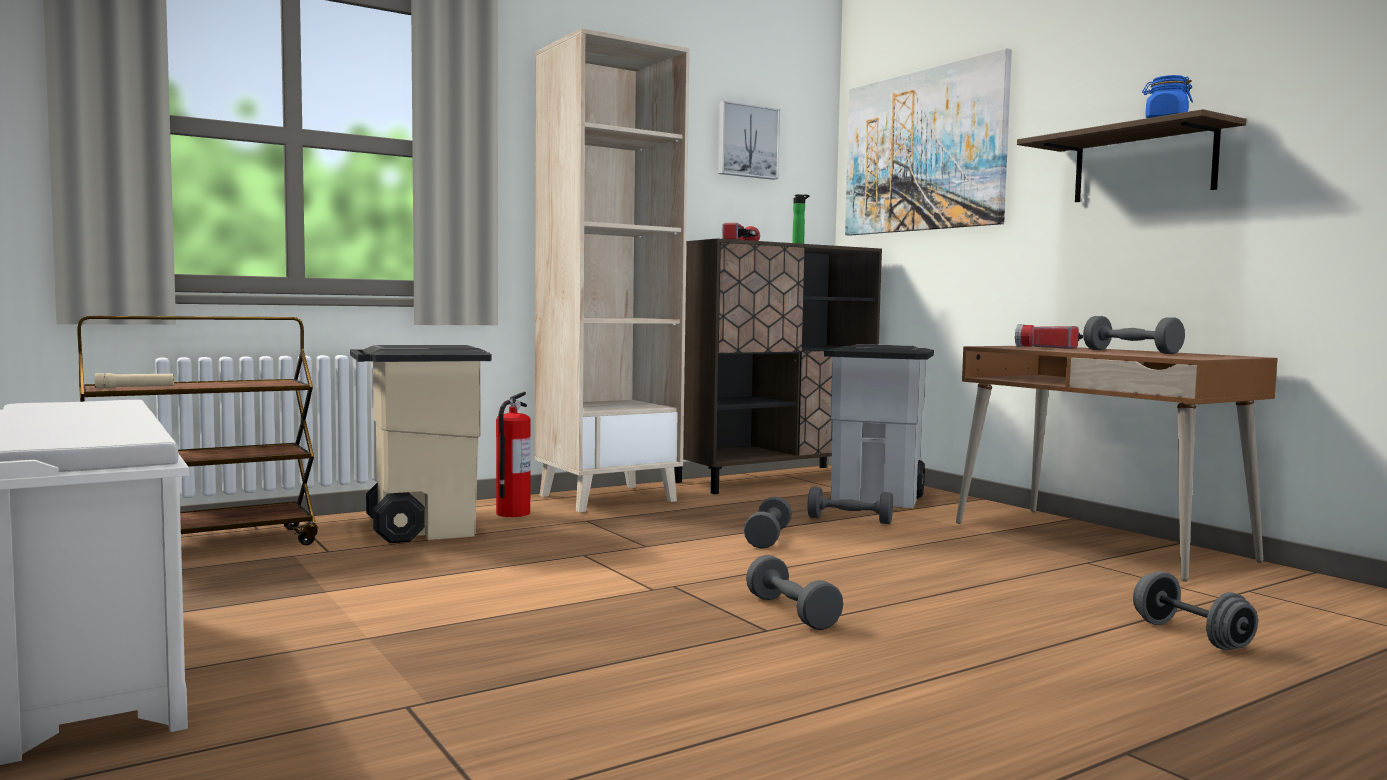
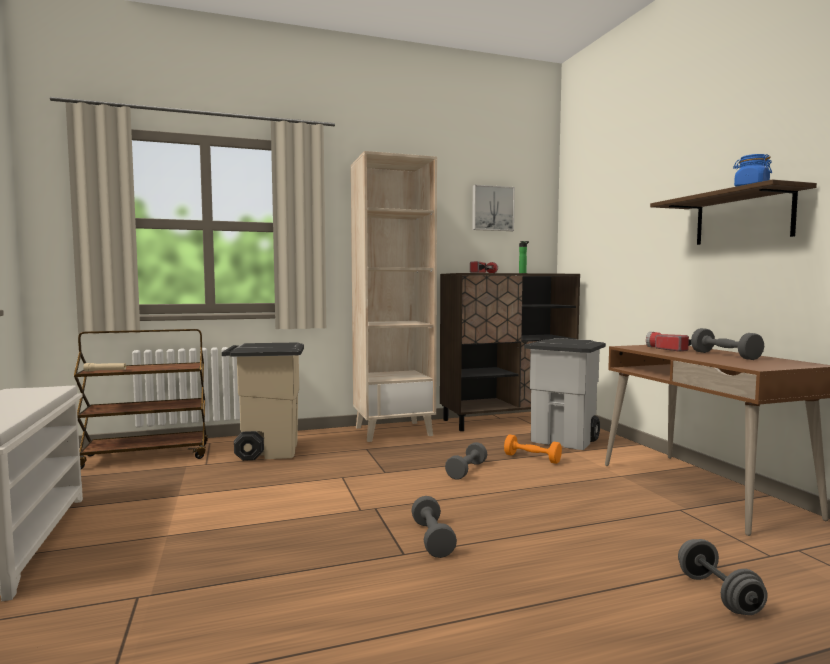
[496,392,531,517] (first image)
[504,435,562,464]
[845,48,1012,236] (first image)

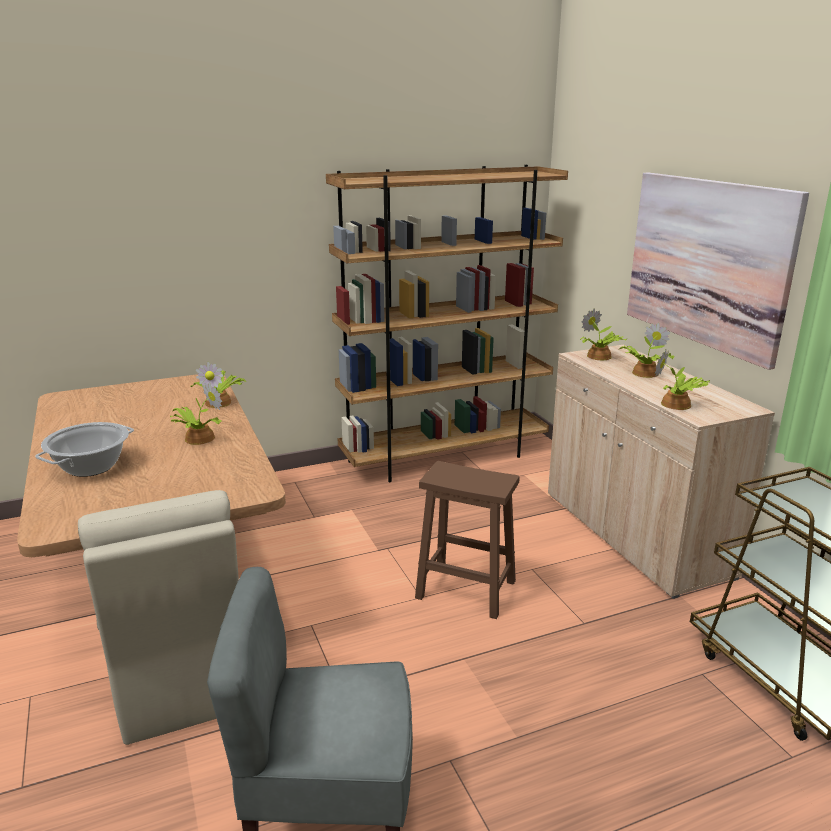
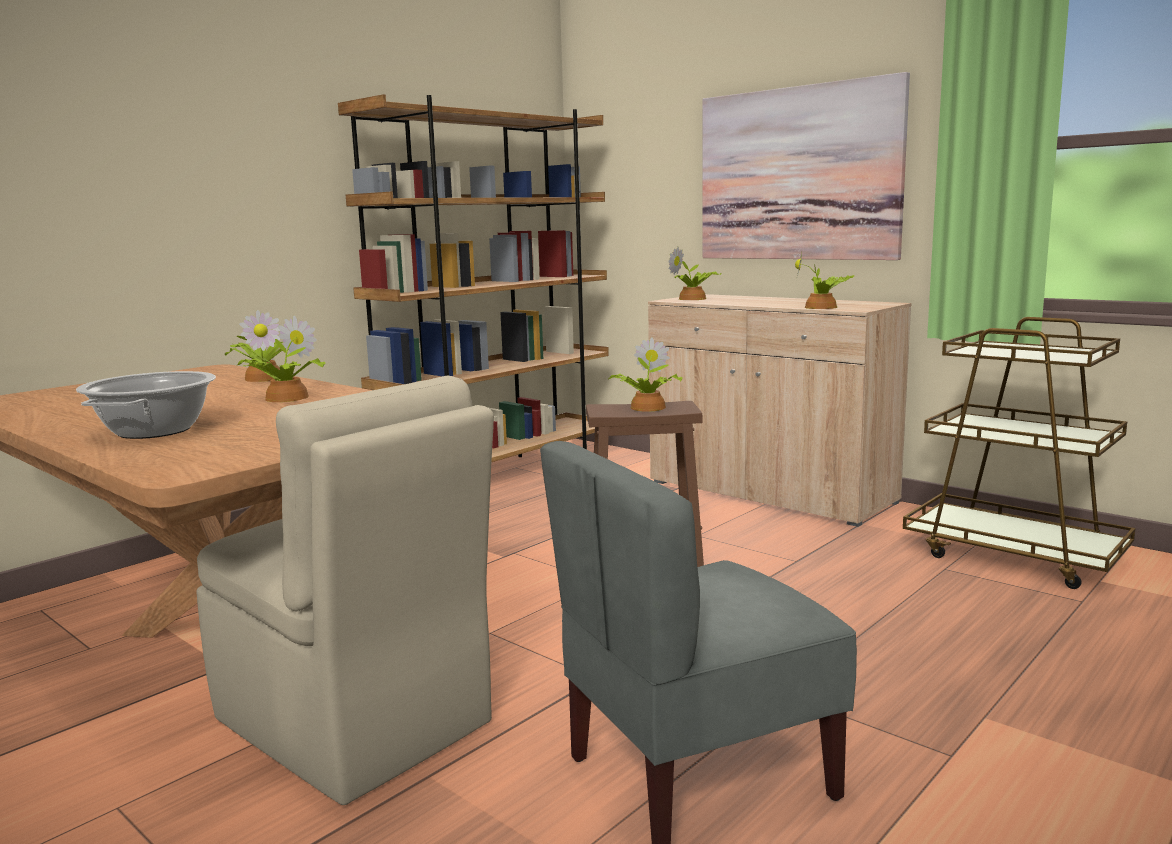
[609,337,682,411]

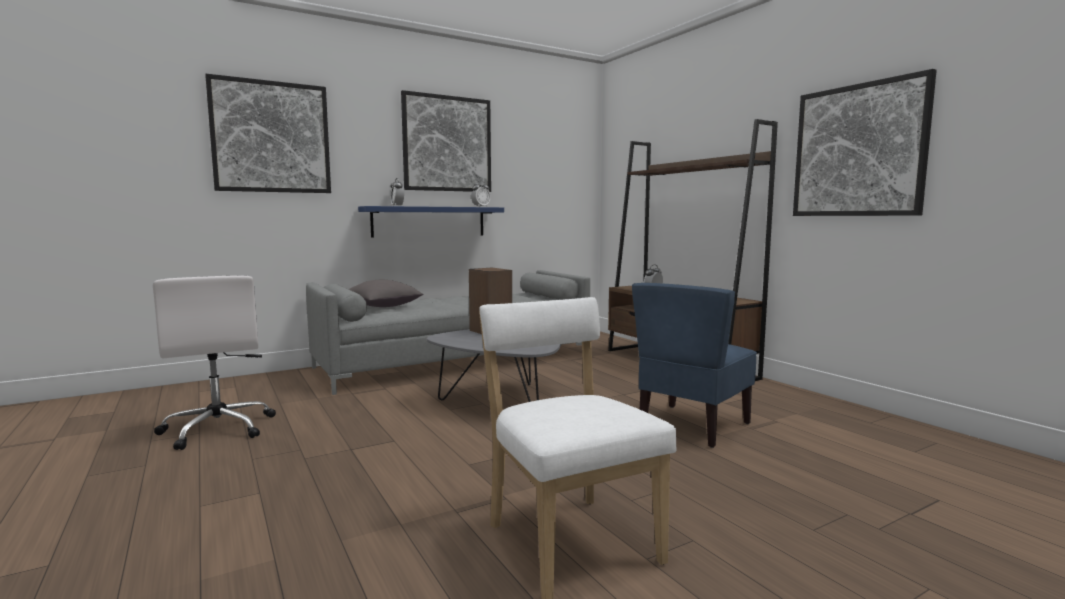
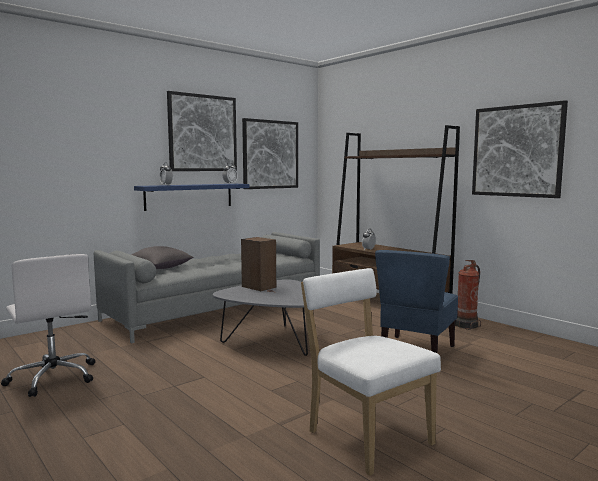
[242,118,298,189]
[455,260,481,330]

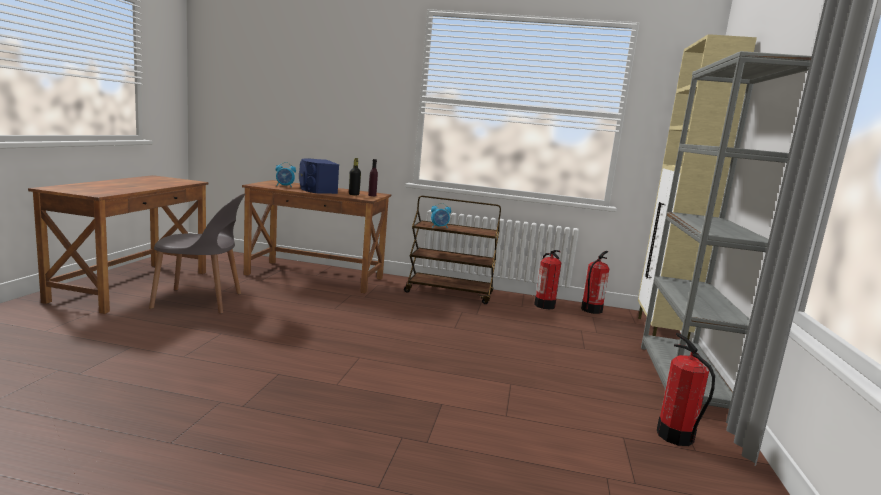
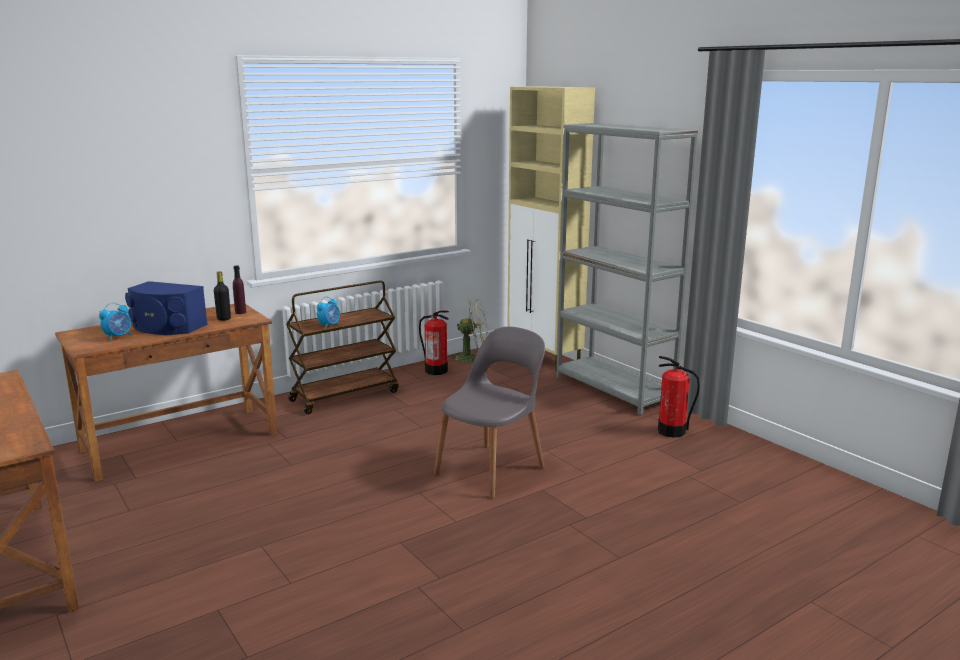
[434,327,545,498]
[448,299,488,363]

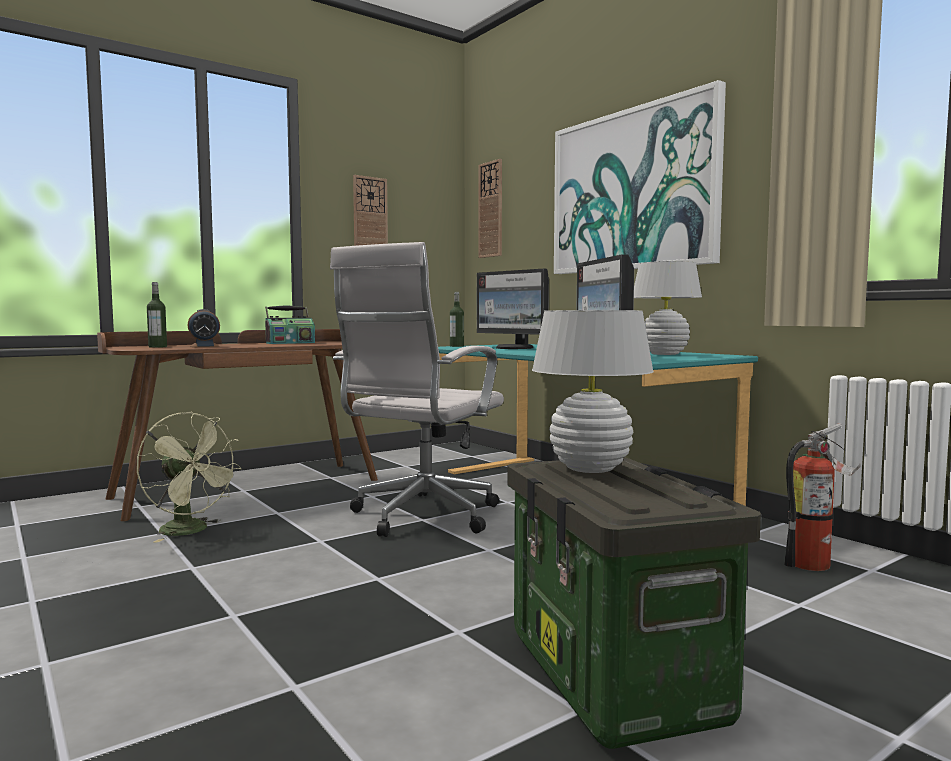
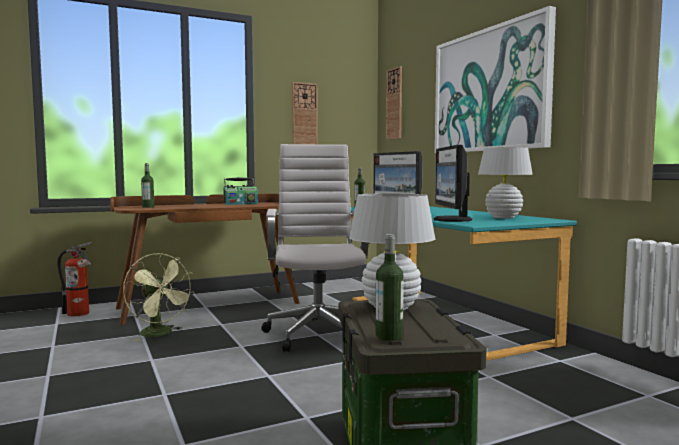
[187,309,220,347] (first image)
[261,144,369,352]
[57,242,92,317]
[376,234,403,341]

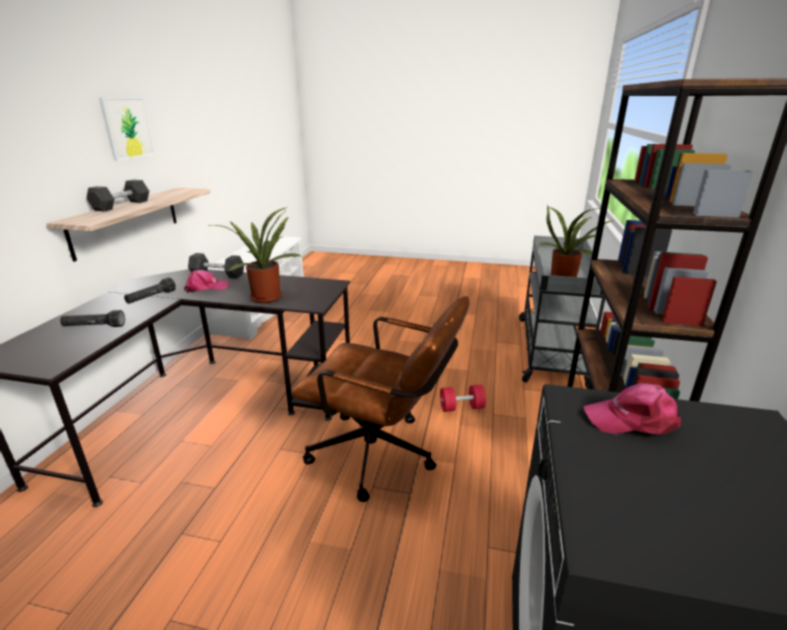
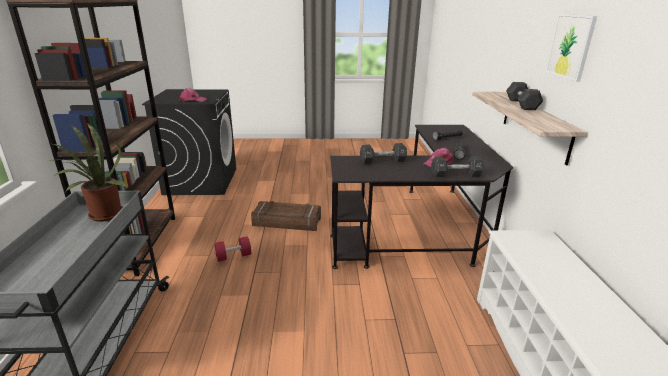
[360,143,407,164]
[251,201,321,231]

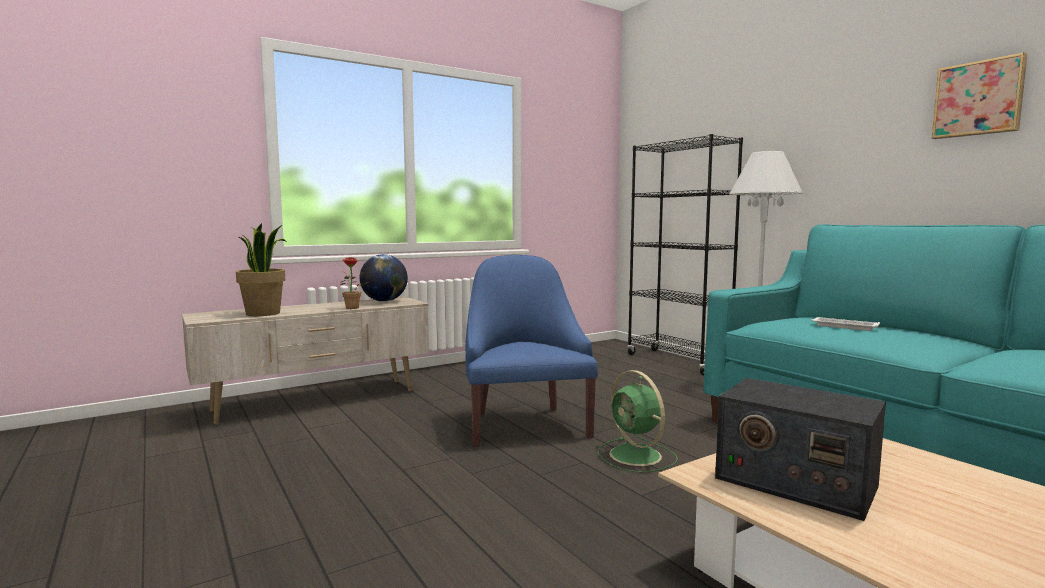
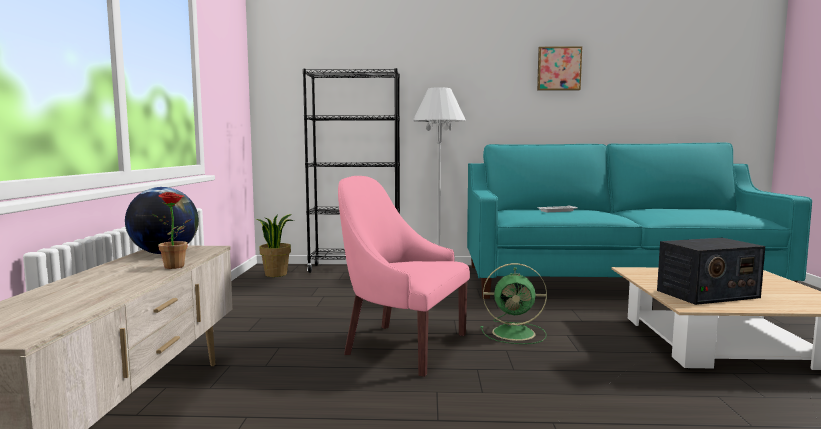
[256,214,294,277]
[338,176,470,377]

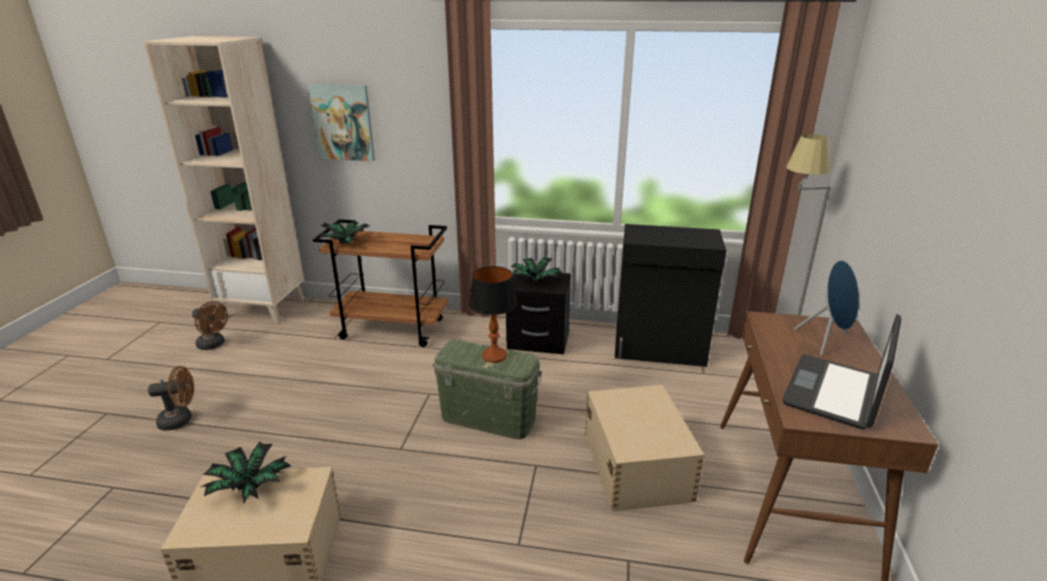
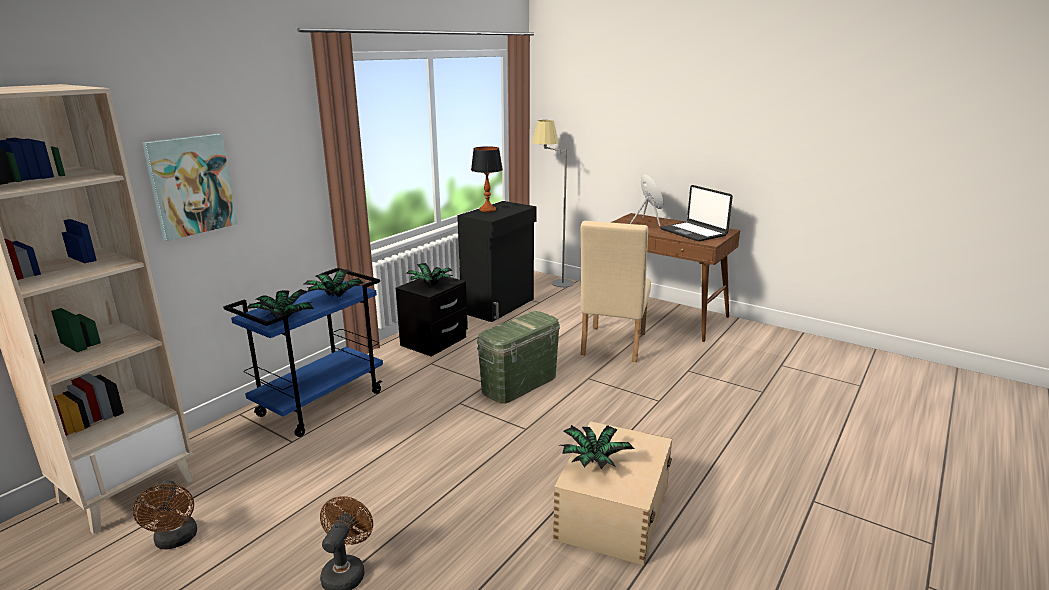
[133,480,197,549]
[223,268,383,437]
[471,146,503,212]
[580,221,651,362]
[303,269,364,297]

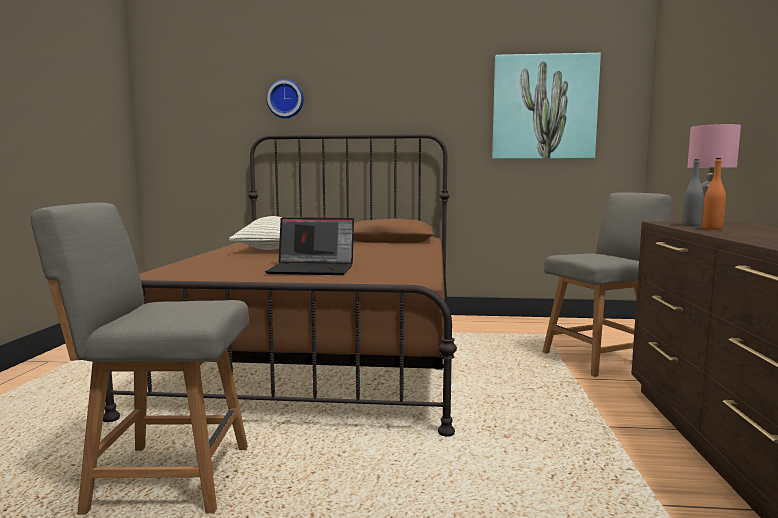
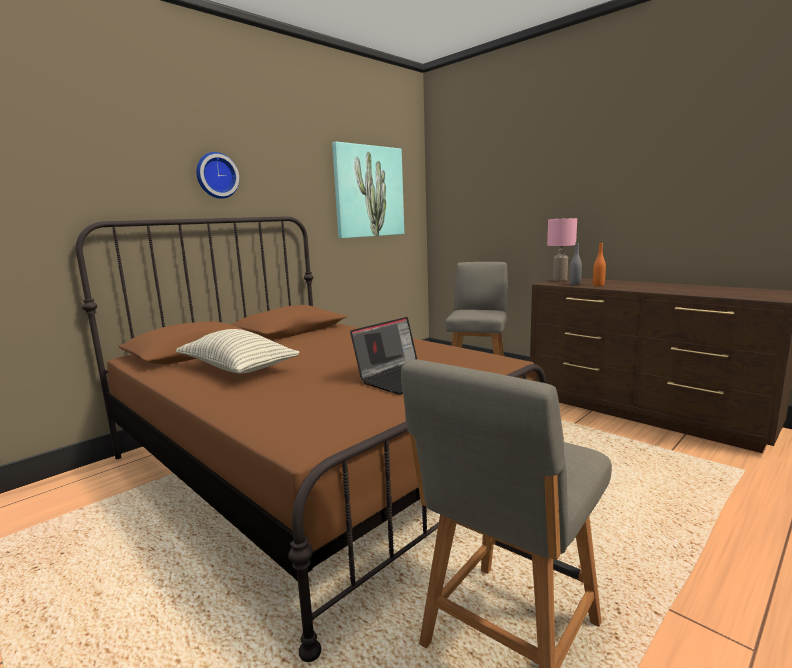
[196,152,239,199]

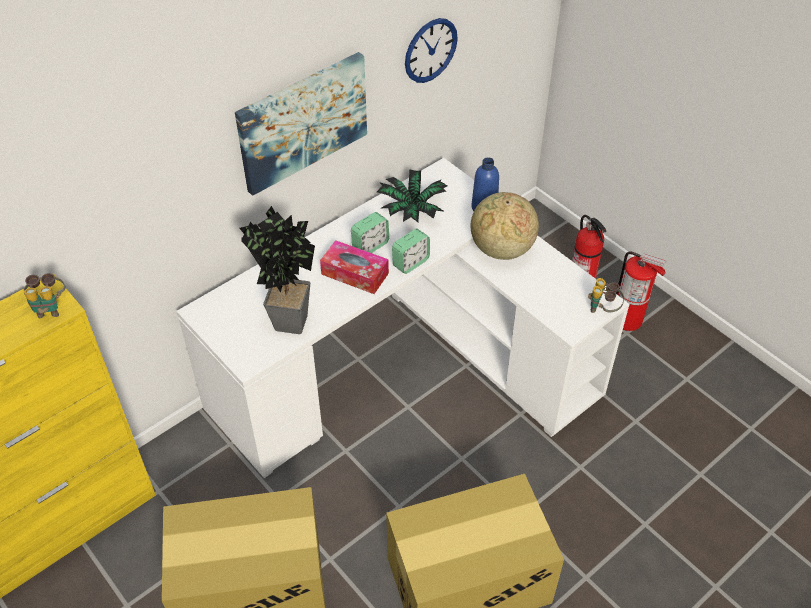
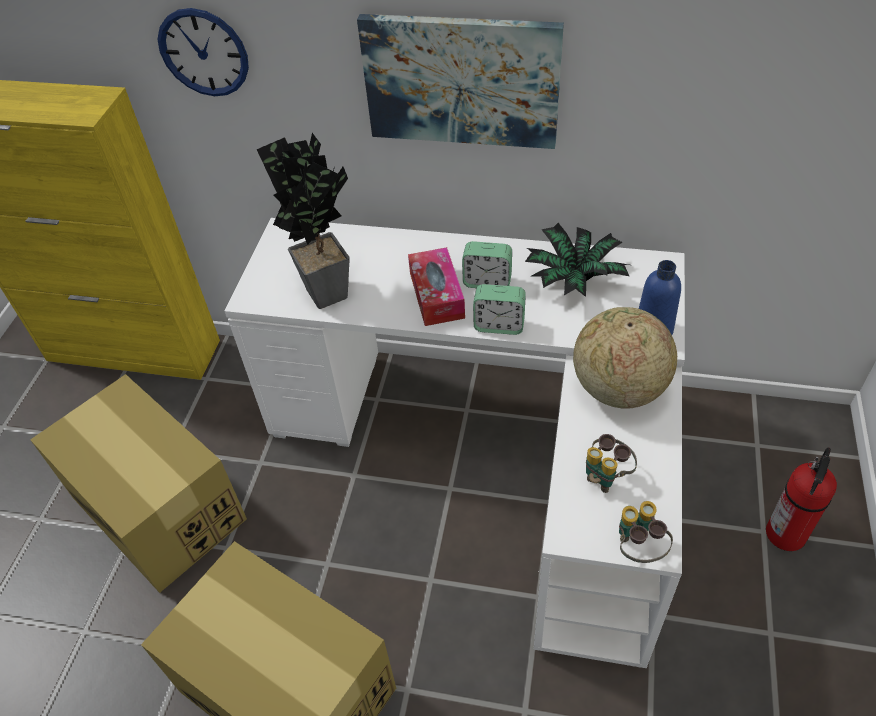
[586,434,637,493]
[157,8,249,96]
[616,251,666,331] (first image)

